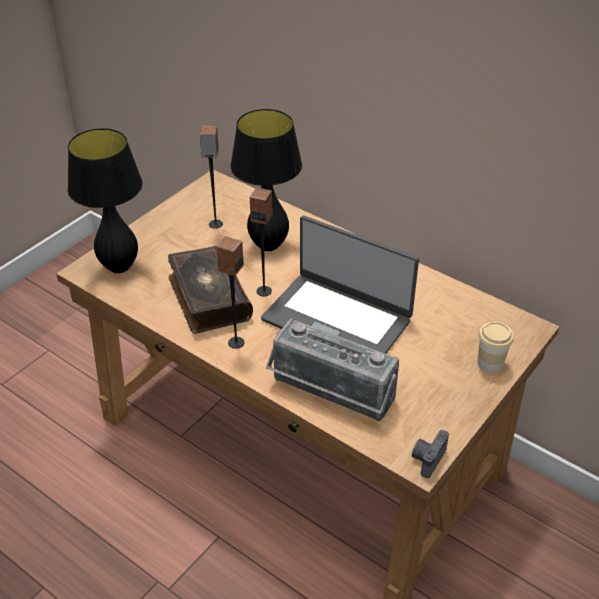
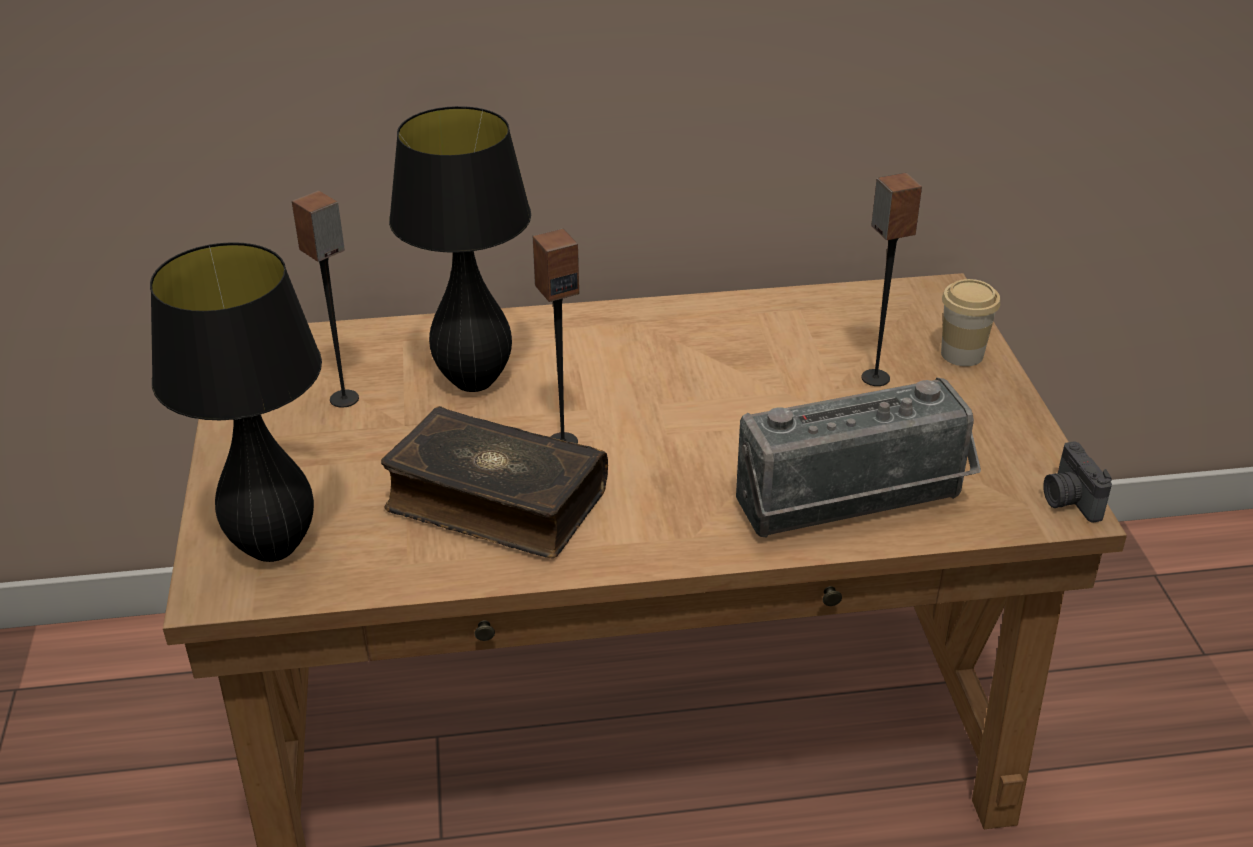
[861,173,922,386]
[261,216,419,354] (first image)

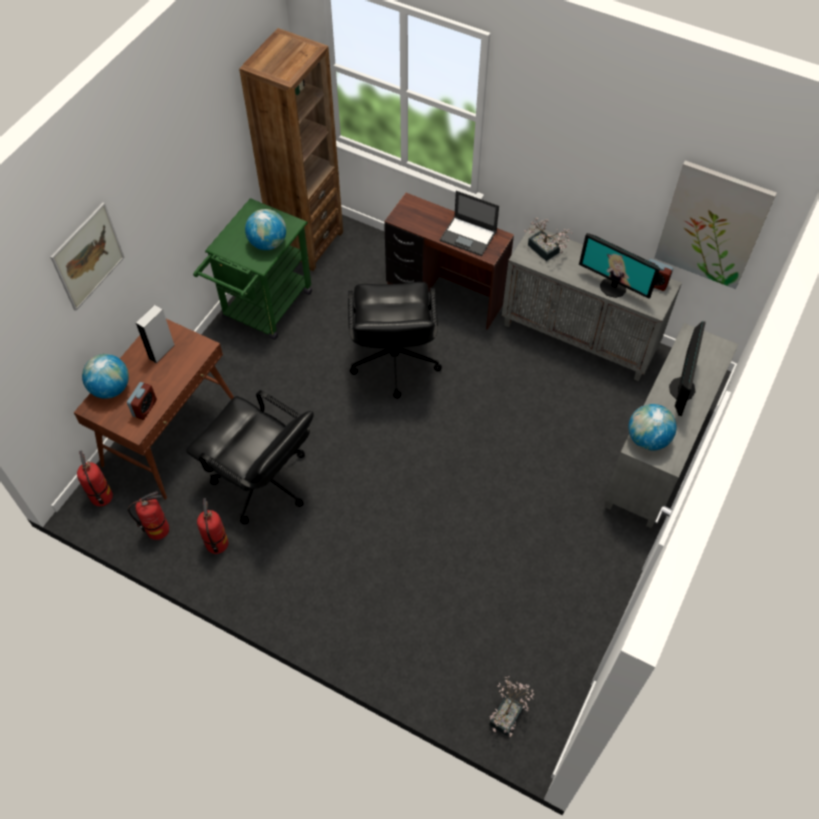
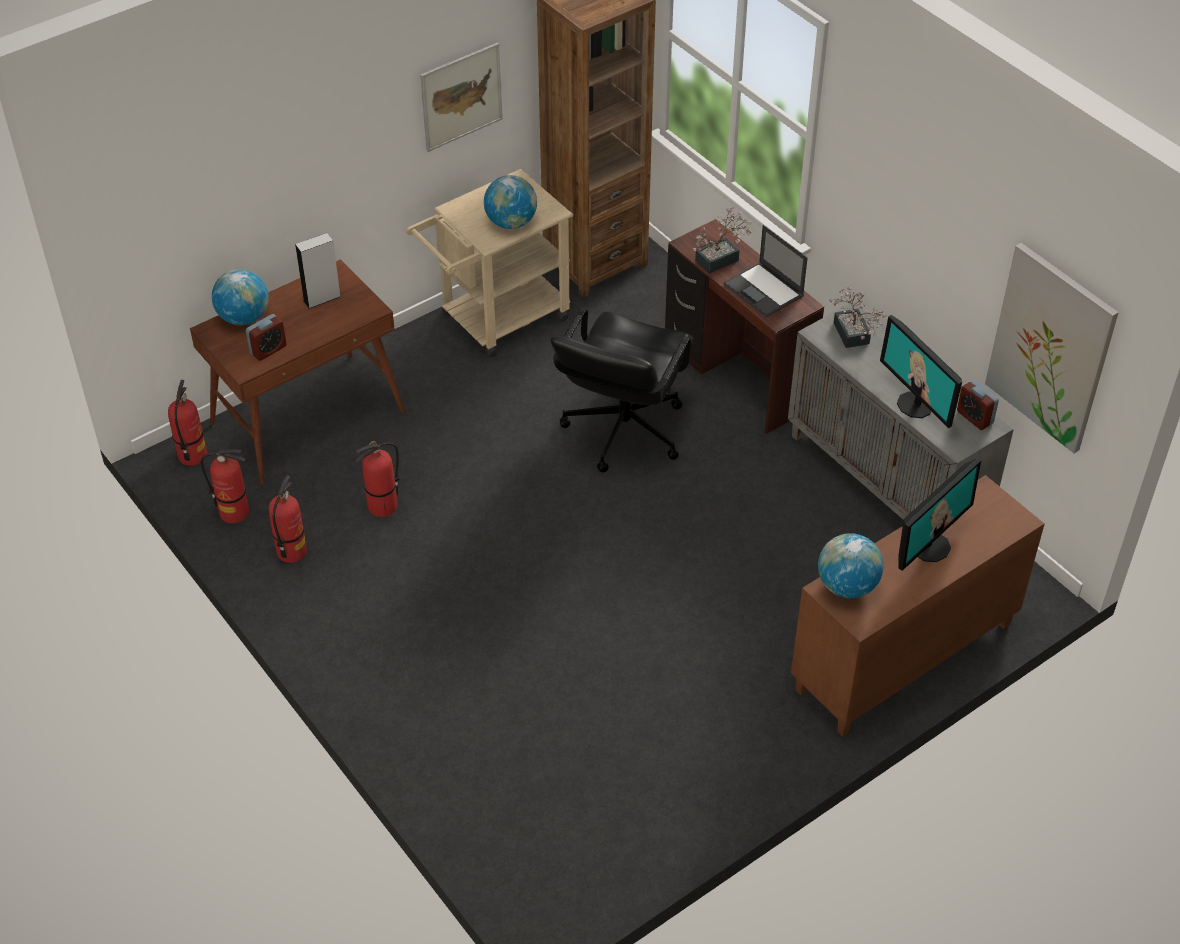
[420,42,503,152]
[356,441,400,517]
[406,169,573,358]
[693,207,752,274]
[791,475,1045,737]

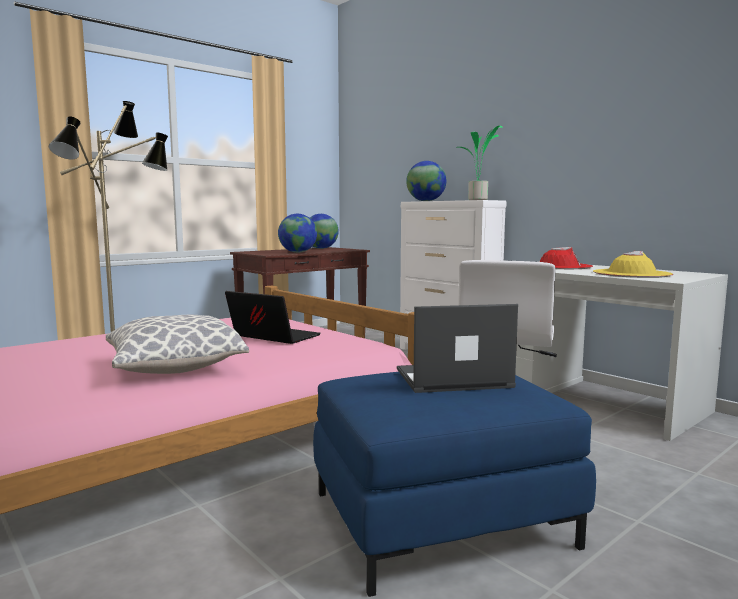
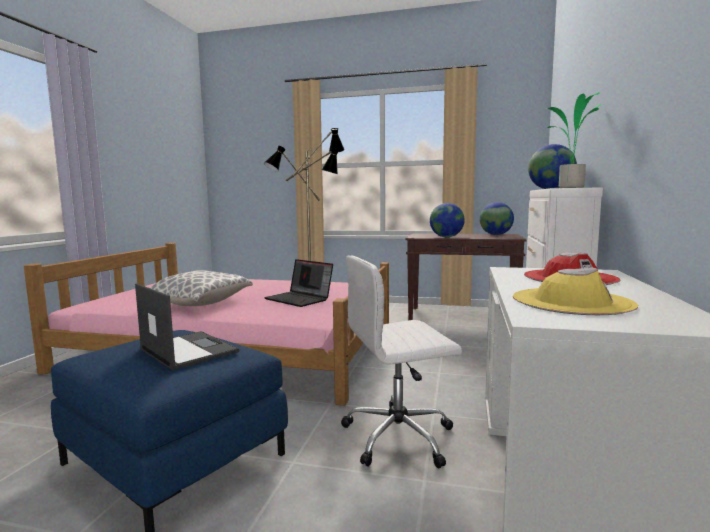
[264,259,333,307]

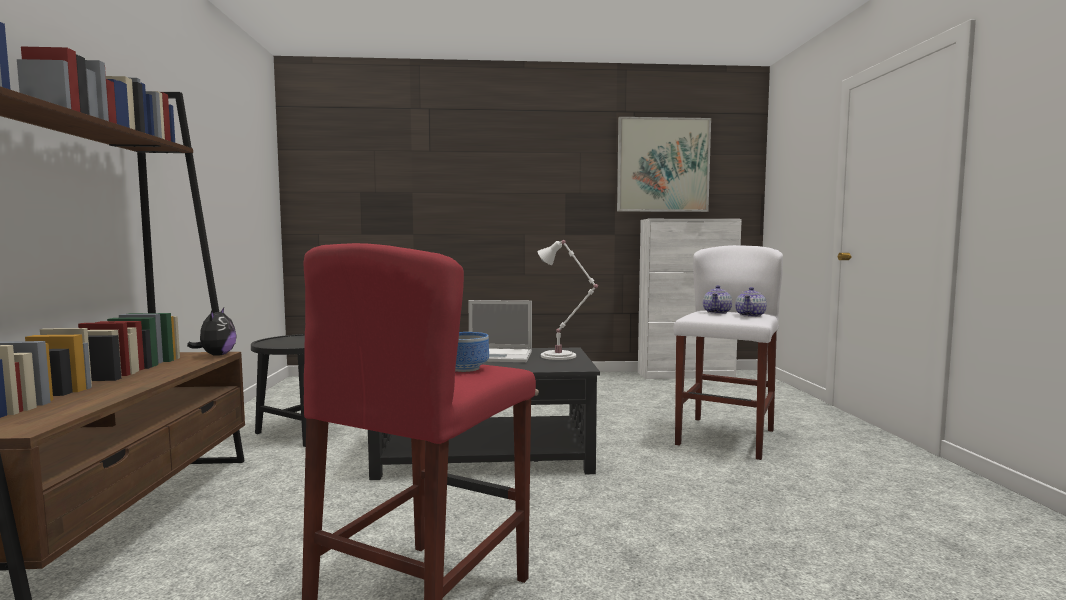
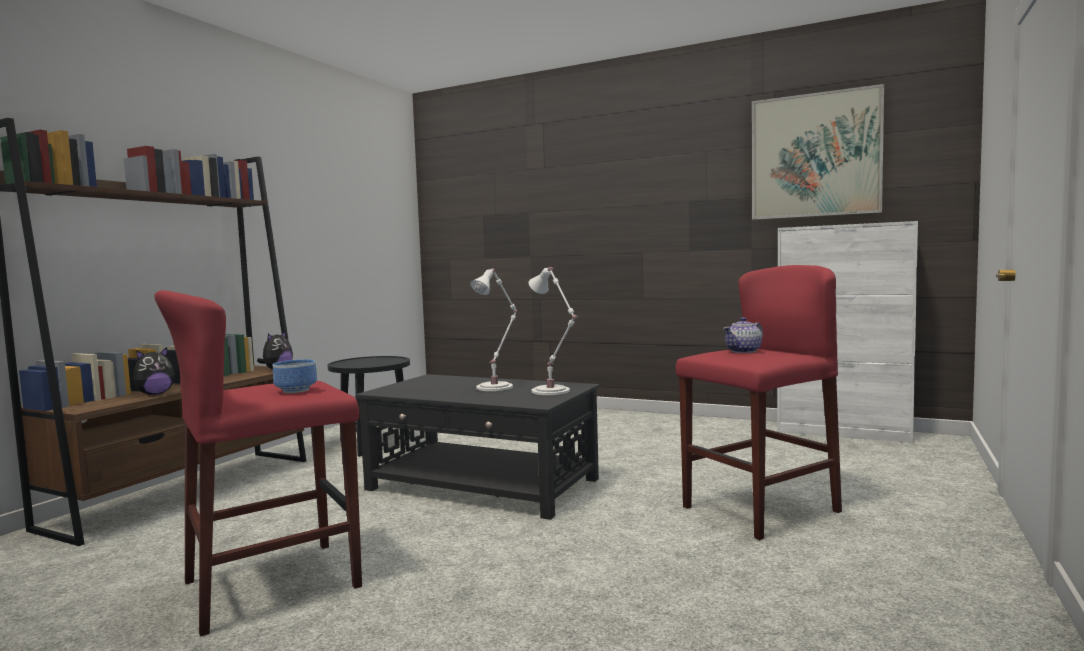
[470,268,518,391]
[676,265,842,540]
[735,287,767,317] (first image)
[133,347,175,395]

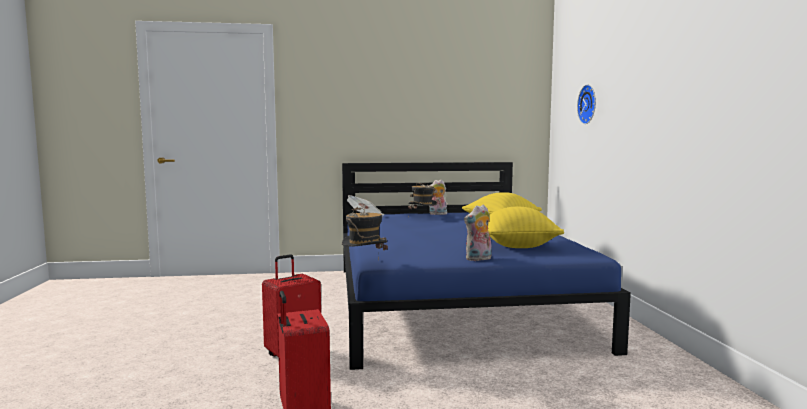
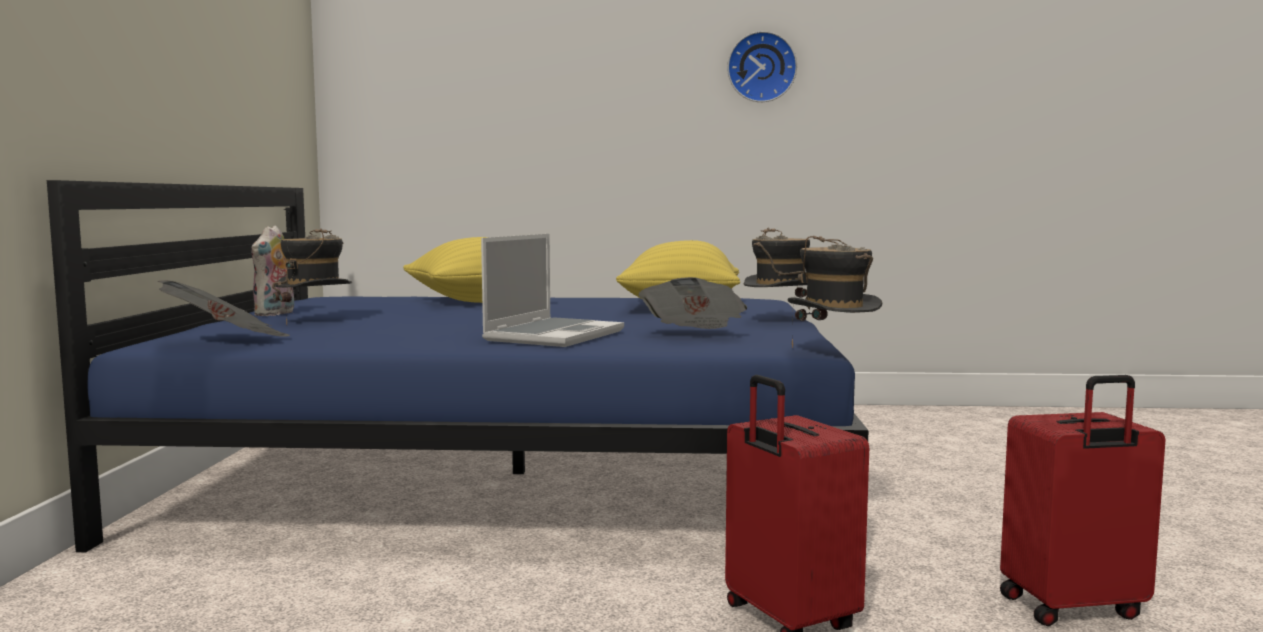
[744,228,810,310]
[727,31,797,102]
[481,234,624,347]
[638,277,747,329]

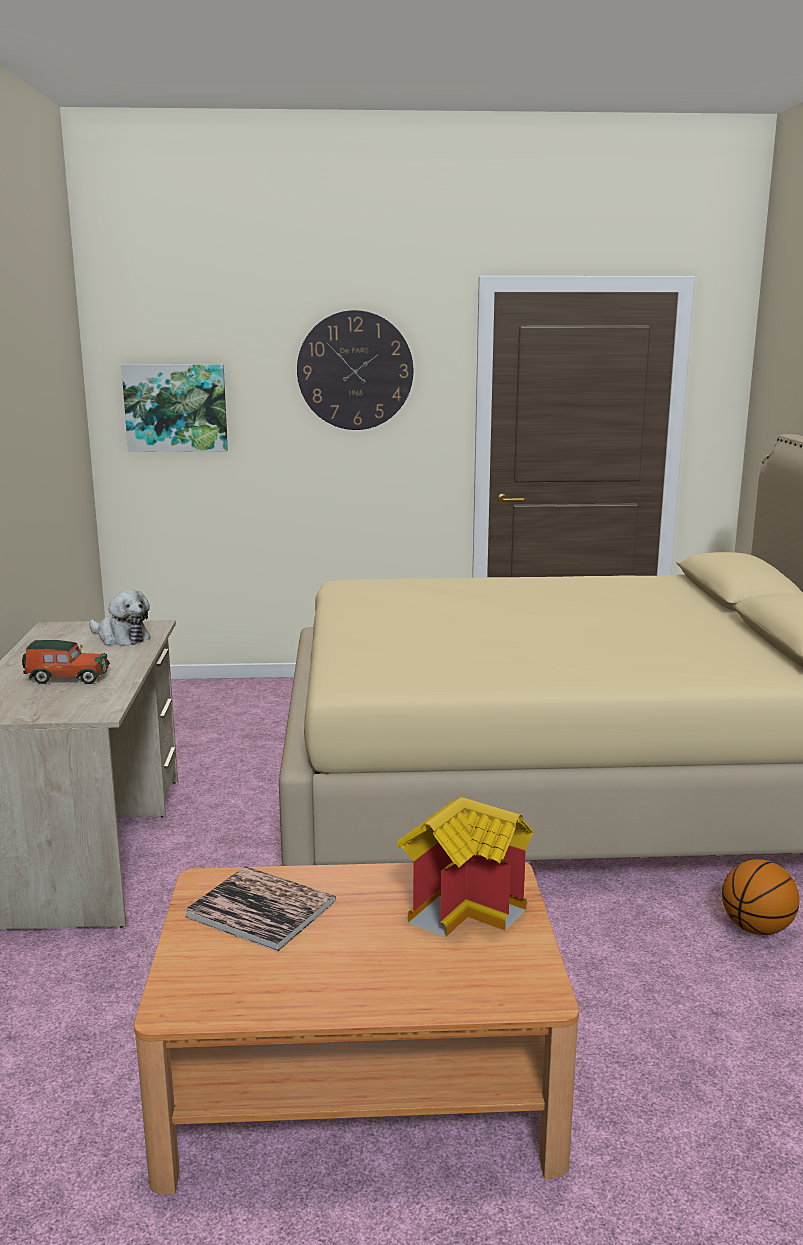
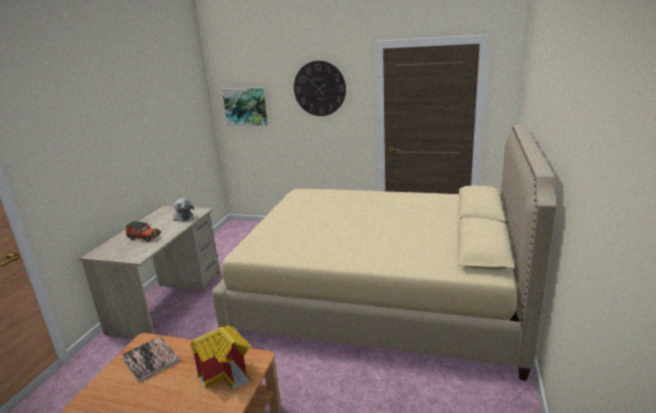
[722,859,799,935] (first image)

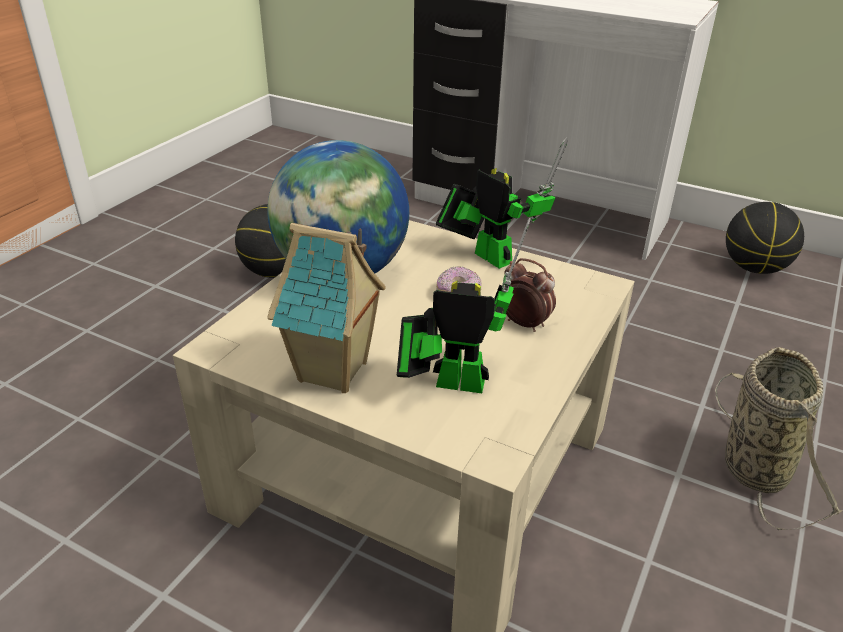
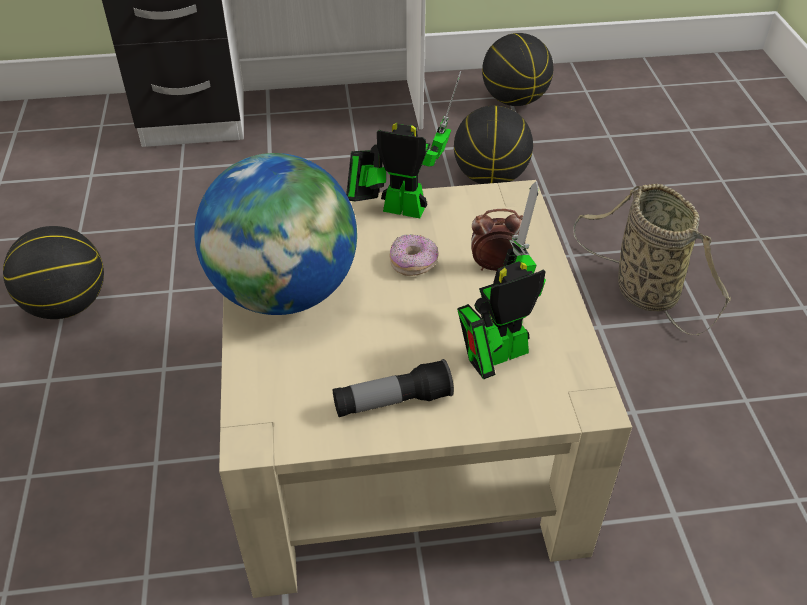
[333,359,454,417]
[454,105,533,184]

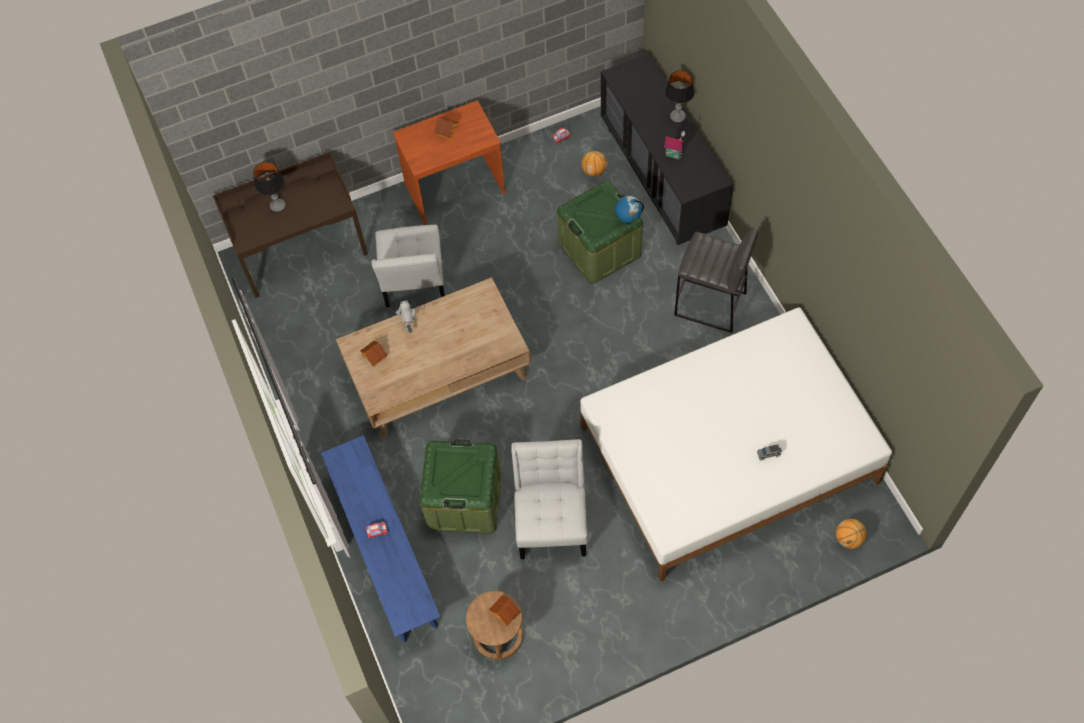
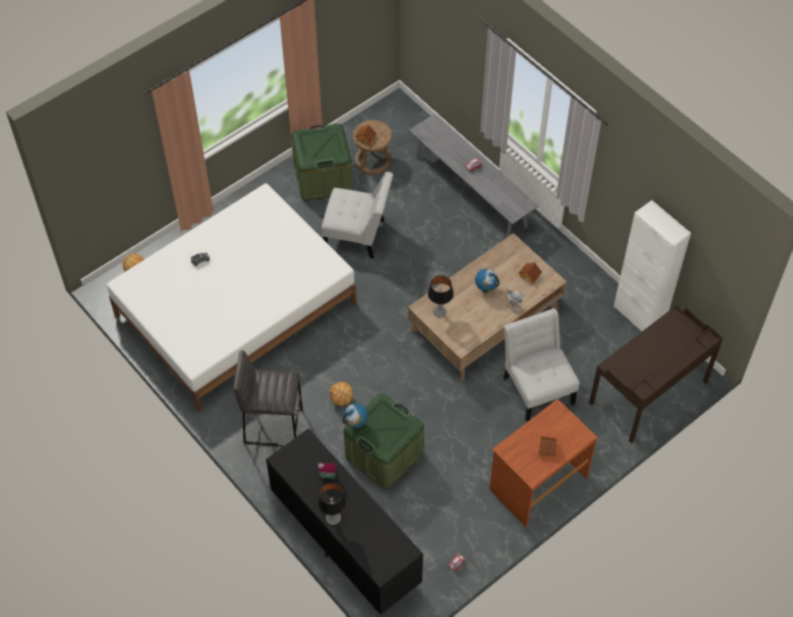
[428,276,454,318]
[409,113,538,238]
[291,124,353,201]
[322,172,393,259]
[329,382,353,406]
[475,268,499,293]
[614,200,691,331]

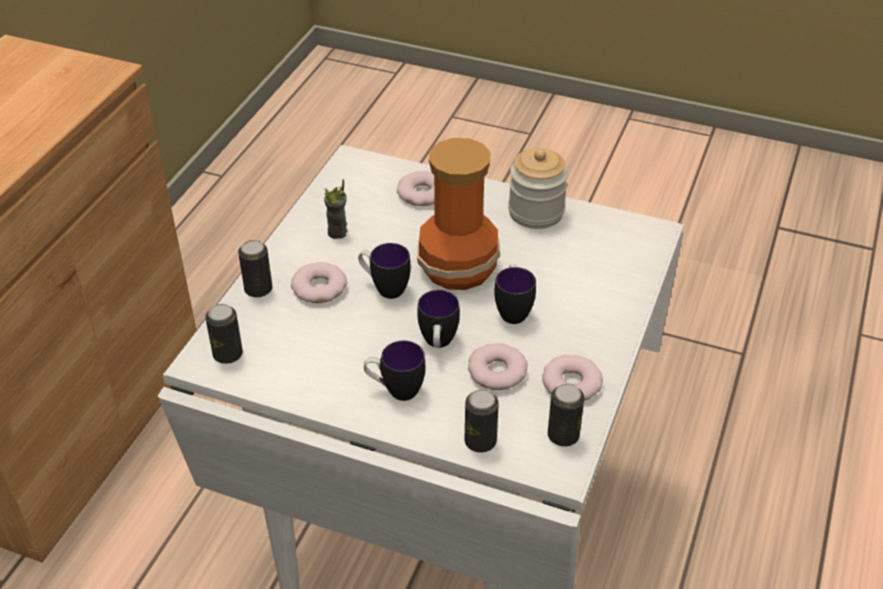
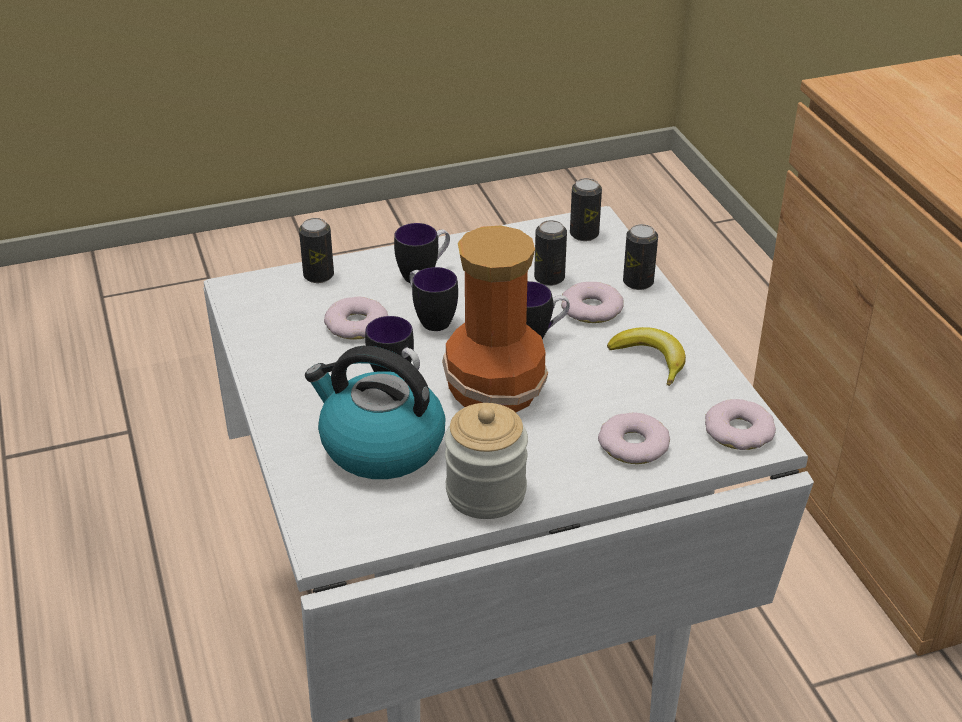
[607,327,686,386]
[705,399,776,450]
[534,220,567,286]
[305,346,445,479]

